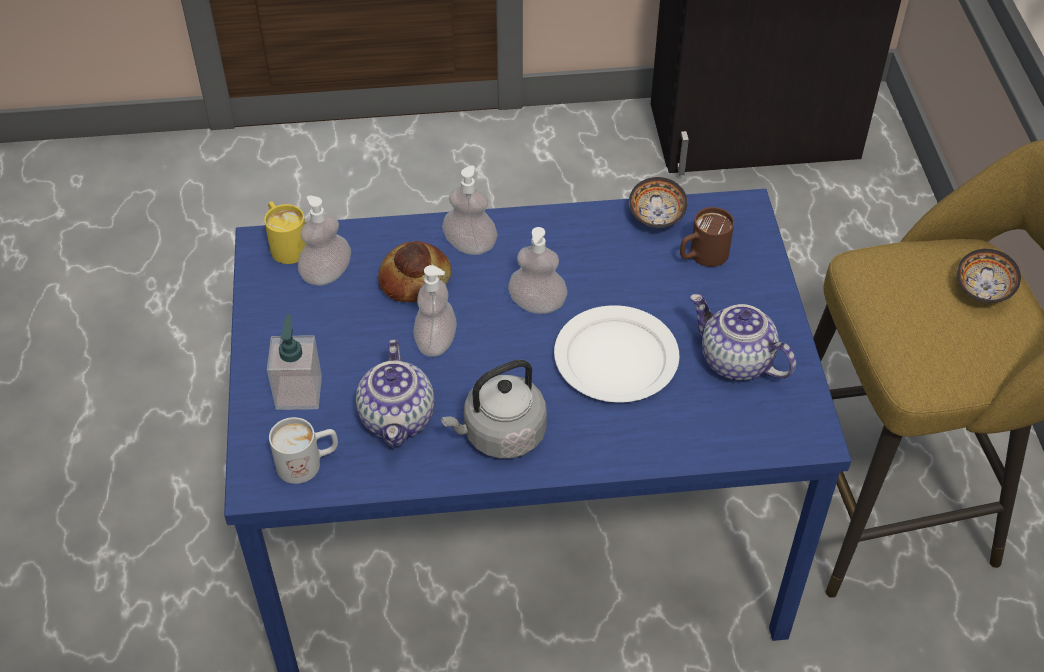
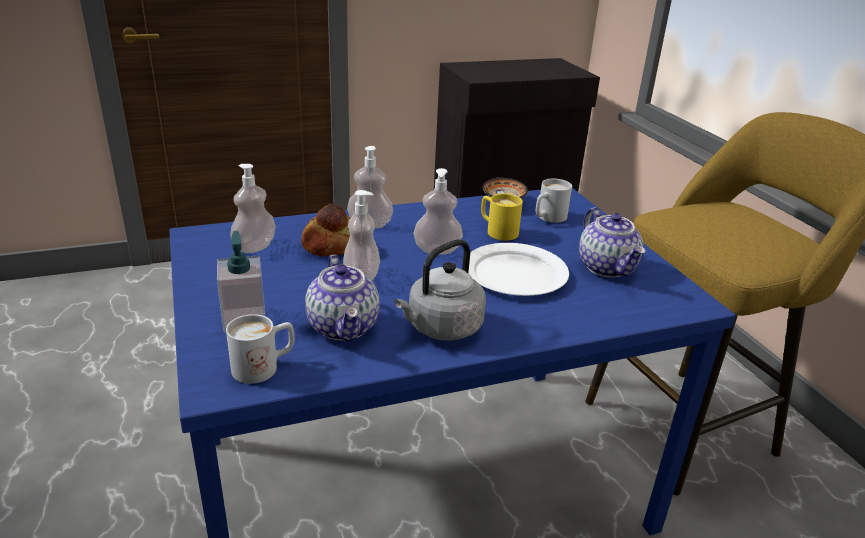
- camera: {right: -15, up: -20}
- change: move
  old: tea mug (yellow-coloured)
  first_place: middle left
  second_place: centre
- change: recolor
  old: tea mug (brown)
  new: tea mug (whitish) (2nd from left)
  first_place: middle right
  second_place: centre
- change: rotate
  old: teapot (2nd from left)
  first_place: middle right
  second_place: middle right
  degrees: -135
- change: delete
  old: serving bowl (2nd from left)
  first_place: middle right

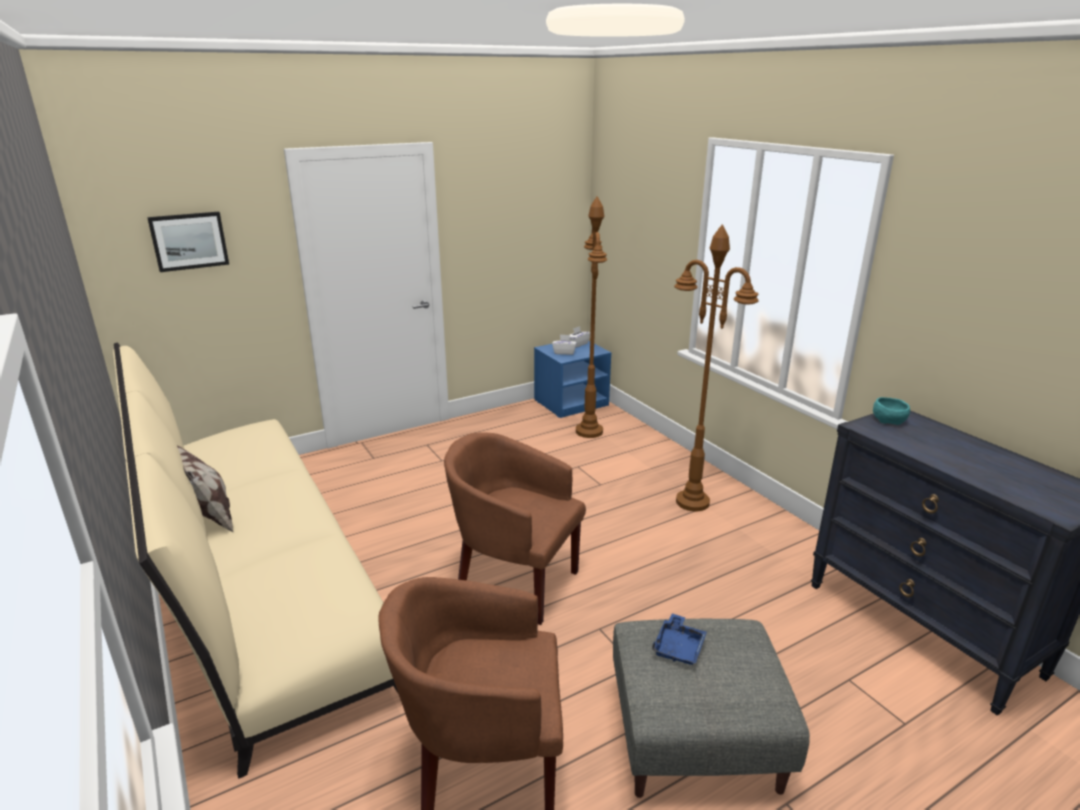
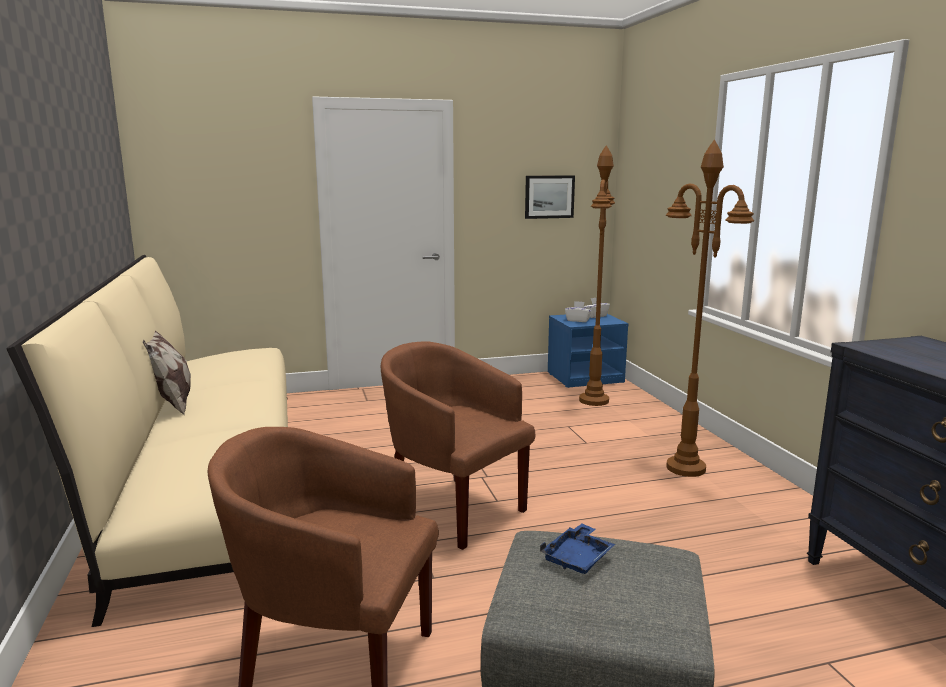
- camera: {right: 15, up: -10}
- change: move
  old: wall art
  first_place: top left
  second_place: top centre
- change: delete
  old: serving bowl (turquoise)
  first_place: middle right

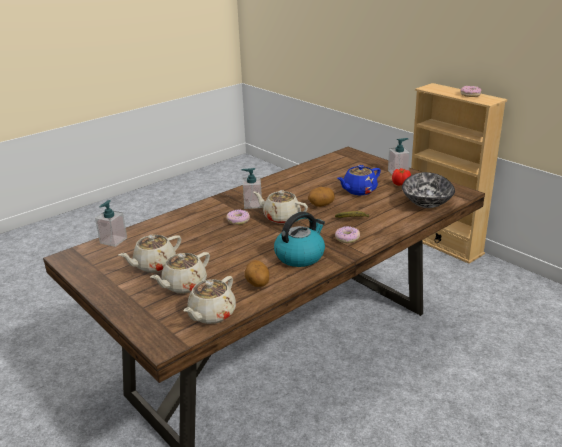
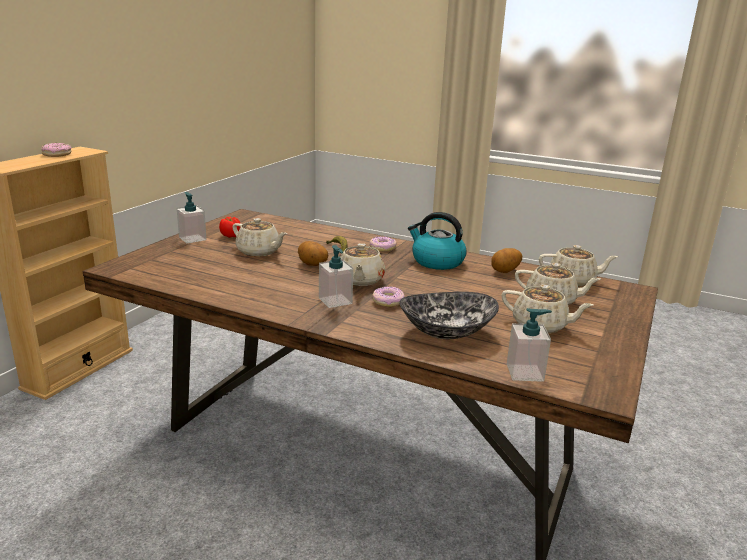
- camera: {right: -115, up: -5}
- change: recolor
  old: teapot (blue)
  new: teapot (beige-coloured) (1st from left)
  first_place: centre
  second_place: centre
- change: move
  old: serving bowl
  first_place: middle right
  second_place: centre

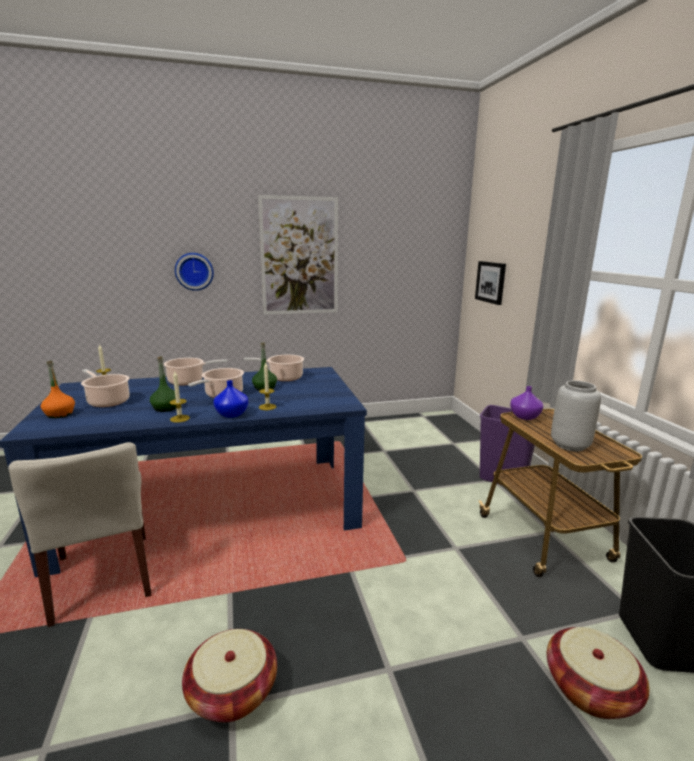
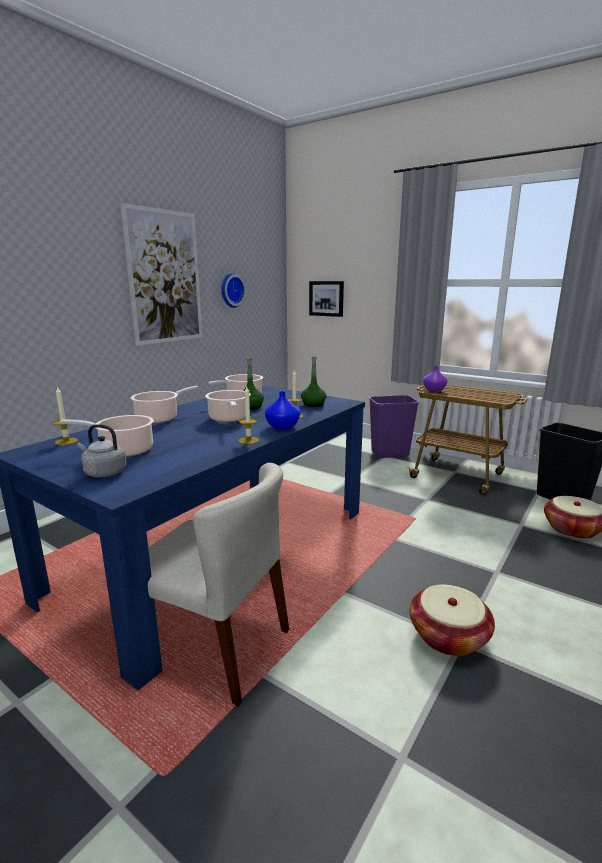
- camera: {right: -40, up: 0}
- change: replace
  old: drink bottle (orange)
  new: kettle (grey)
  first_place: middle left
  second_place: middle left
- change: move
  old: clock on the wall
  first_place: middle left
  second_place: centre
- change: move
  old: drink bottle (green-coloured) (1st from left in the first image)
  new: drink bottle (green-coloured) (2nd from left)
  first_place: middle left
  second_place: centre
- change: delete
  old: vase (grey)
  first_place: middle right

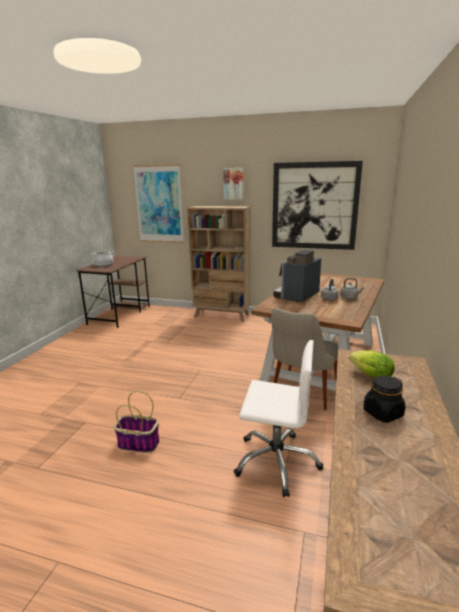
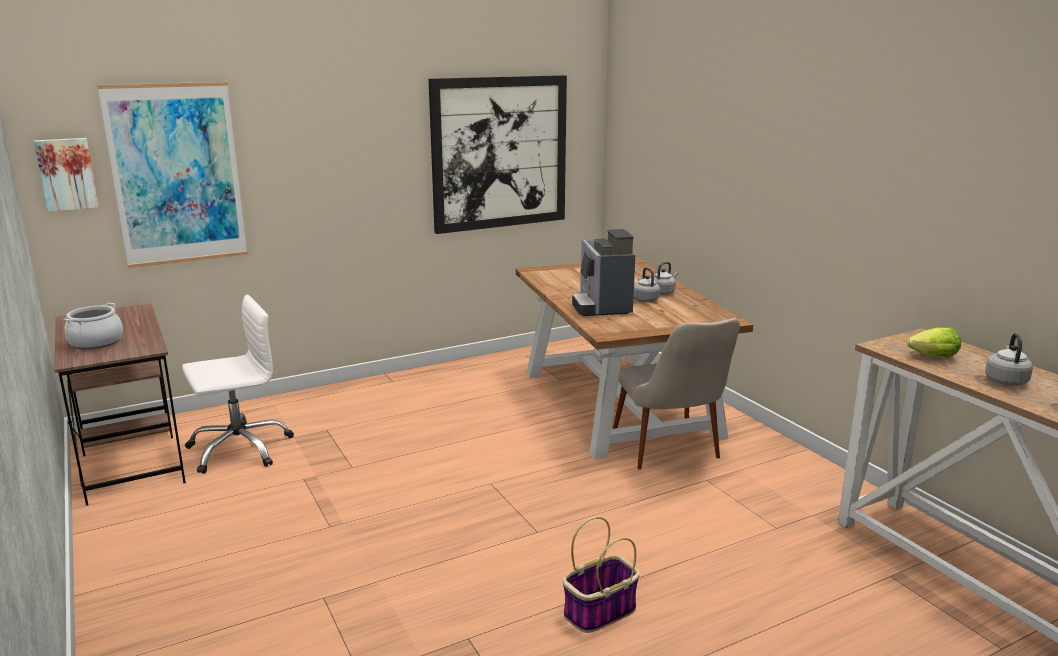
- camera: {right: -45, up: 0}
- change: move
  old: wall art (2nd from left in the first image)
  new: wall art (1st from left)
  first_place: top centre
  second_place: top left
- change: move
  old: office chair (whitish)
  first_place: bottom centre
  second_place: middle left
- change: replace
  old: jar (black-coloured)
  new: kettle (grey) (3rd from left)
  first_place: middle right
  second_place: middle right
- change: delete
  old: shelving unit (beige-coloured)
  first_place: centre

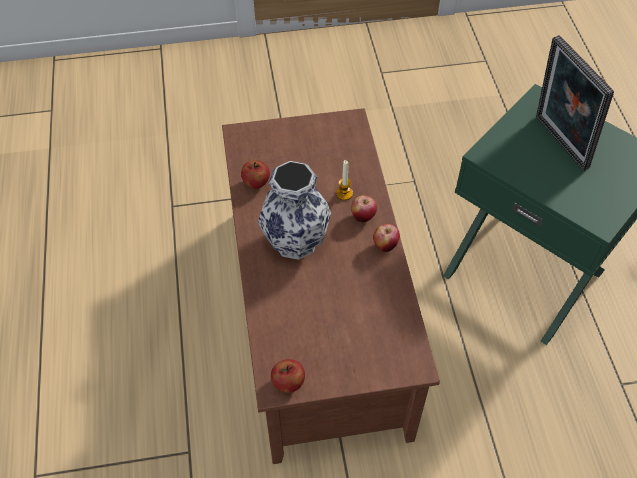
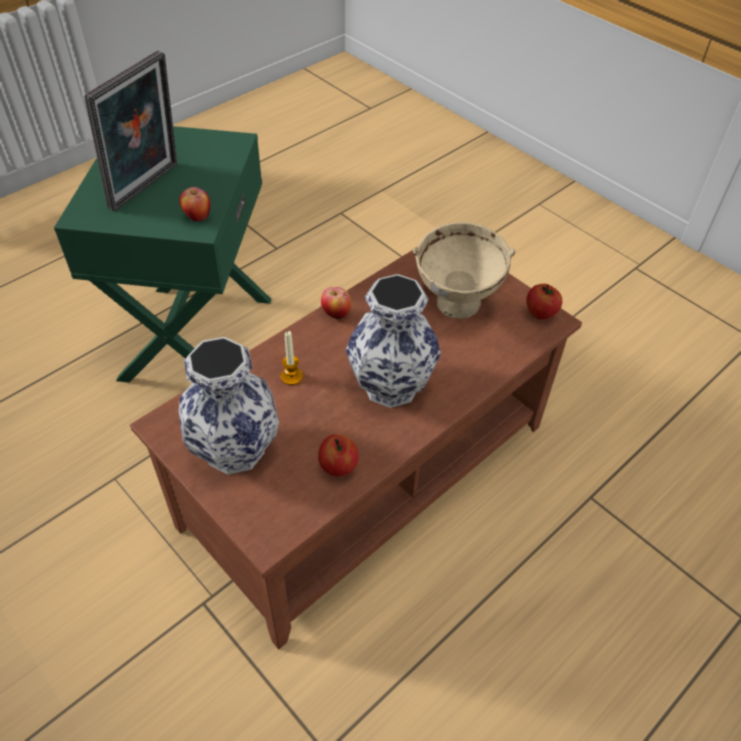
- camera: {right: -125, up: -5}
- change: insert
  new: vase (1st from left)
  second_place: middle left
- change: move
  old: apple (3rd from left in the first image)
  new: apple (1st from left)
  first_place: centre
  second_place: top left
- change: insert
  new: serving bowl (beige-coloured)
  second_place: centre

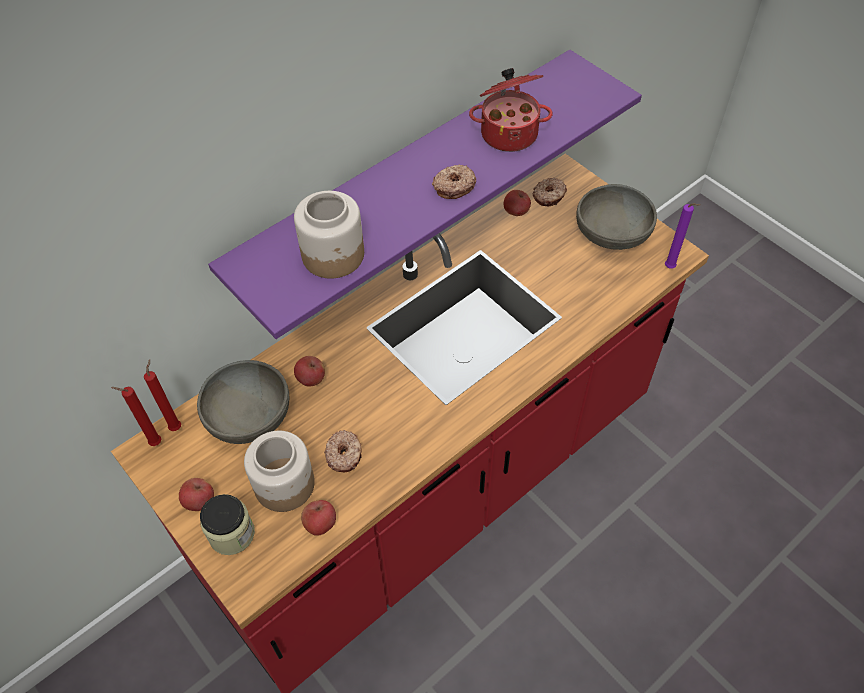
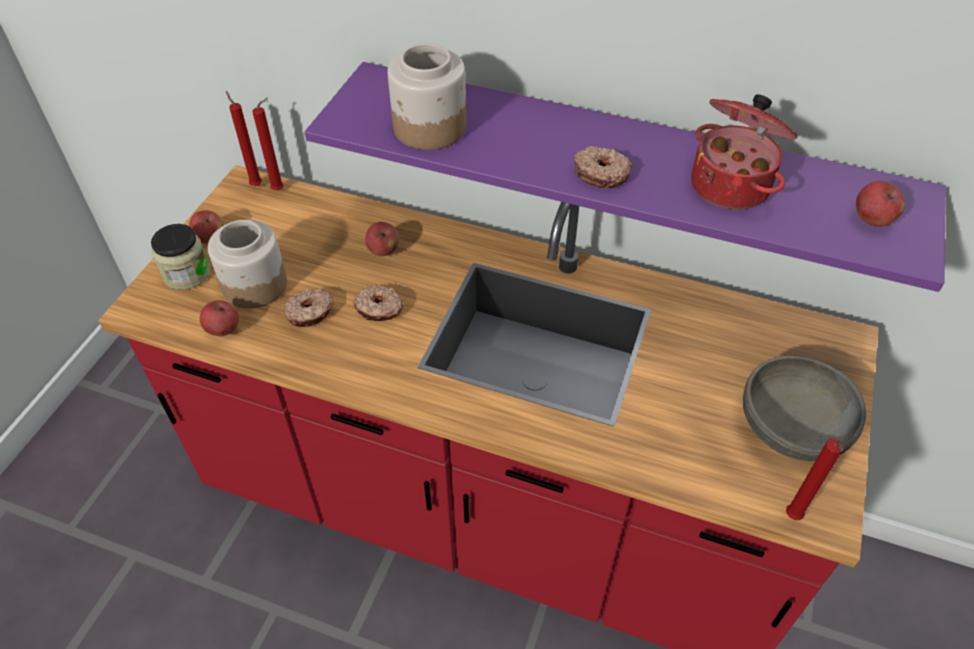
- camera: {right: 60, up: -5}
- change: move
  old: donut (3rd from left in the first image)
  new: donut (2nd from left)
  first_place: top centre
  second_place: centre
- change: recolor
  old: wax light (purple)
  new: wax light (reddish) (3rd from left)
  first_place: middle right
  second_place: bottom right
- change: move
  old: apple (4th from left)
  first_place: top centre
  second_place: top right
- change: delete
  old: serving bowl (grey) (1st from left)
  first_place: middle left

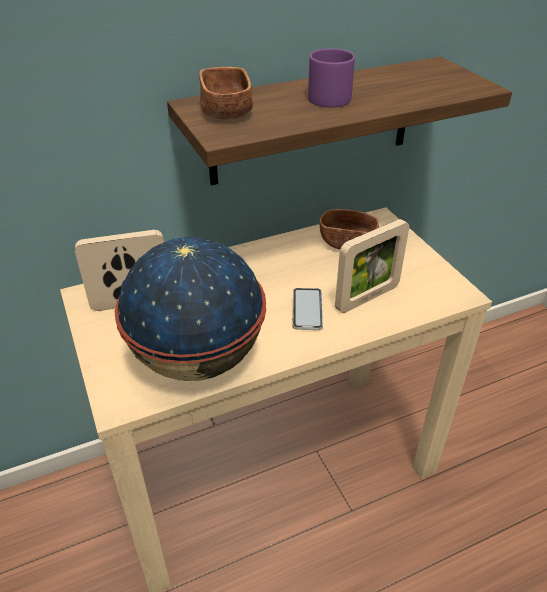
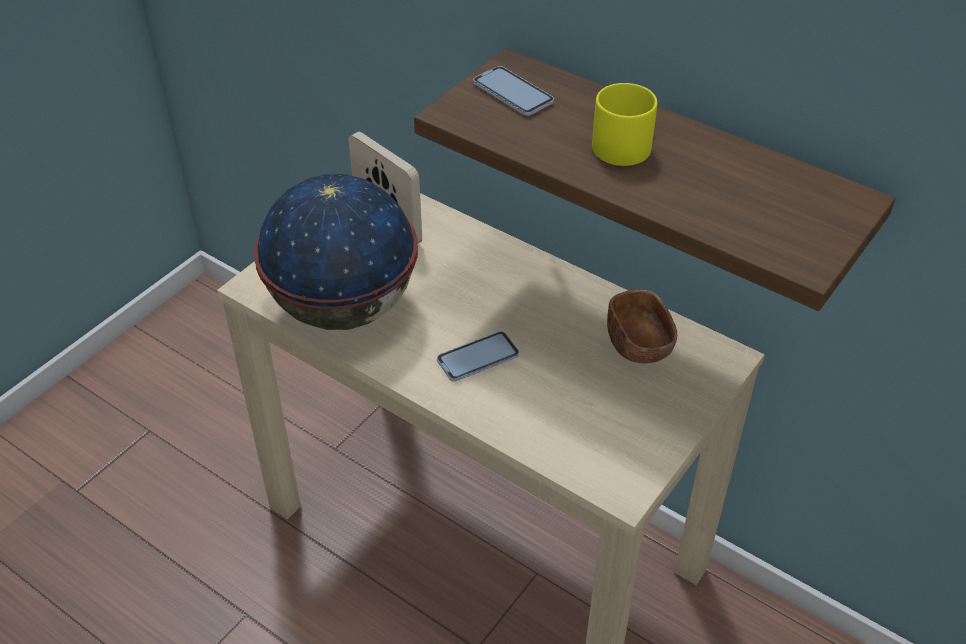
- camera: {right: 60, up: 5}
- change: replace
  old: serving bowl (brown) (1st from left)
  new: telephone (2nd from left)
  first_place: top centre
  second_place: top centre
- change: recolor
  old: tea mug (purple)
  new: tea mug (yellow-coloured)
  first_place: top centre
  second_place: top centre
- change: delete
  old: photo frame (2nd from left)
  first_place: middle right

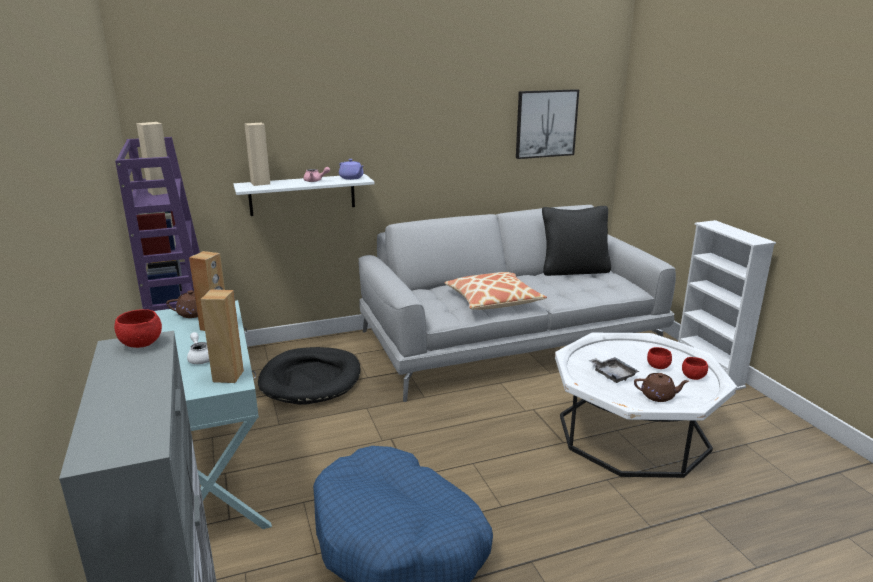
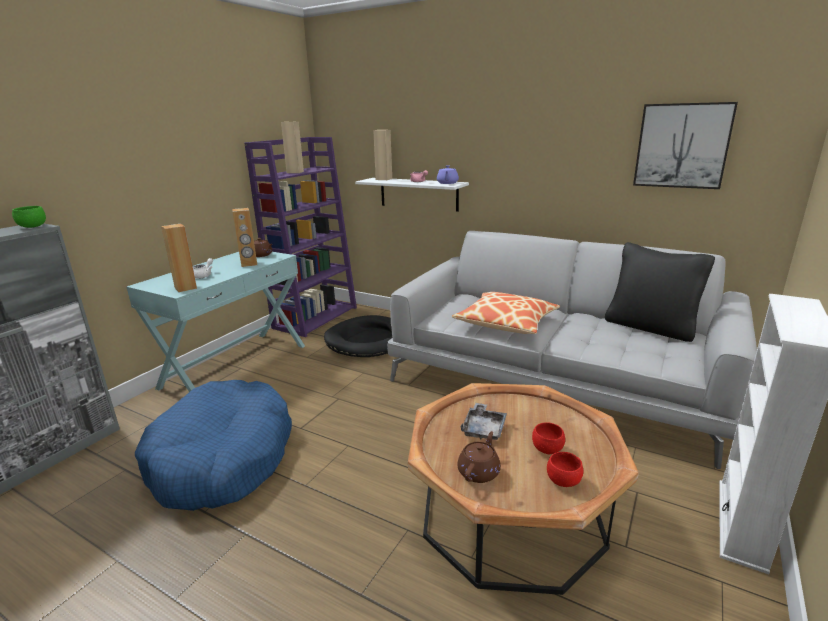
- camera: {right: 50, up: 0}
- change: recolor
  old: serving bowl (reddish) (1st from left)
  new: serving bowl (green-coloured)
  first_place: middle left
  second_place: middle left
- change: recolor
  old: low table (whitish)
  new: low table (brown)
  first_place: bottom right
  second_place: bottom centre
- change: rotate
  old: teapot (brown) (2nd from left)
  first_place: middle right
  second_place: bottom centre
  degrees: -120

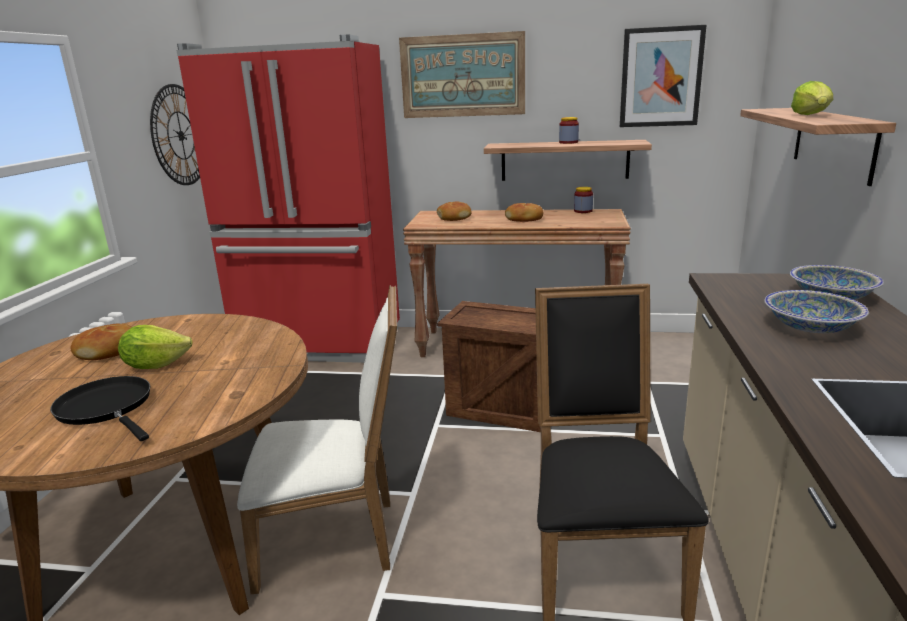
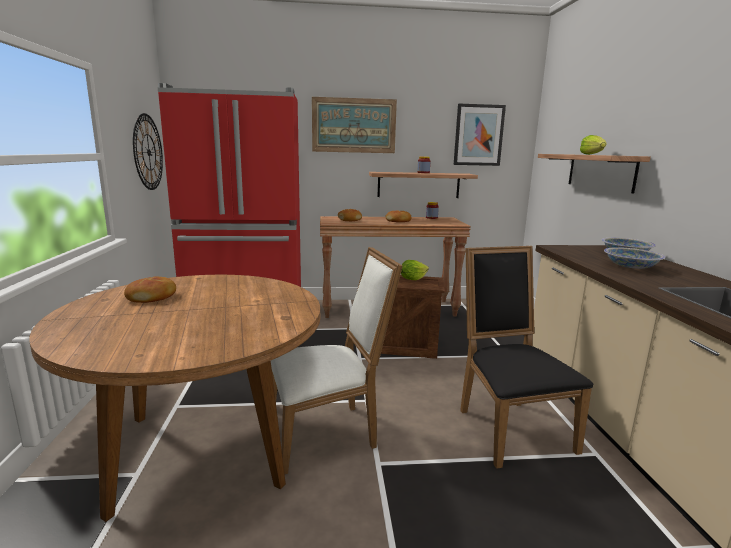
- camera: {right: -15, up: -5}
- change: move
  old: head of lettuce (1st from left)
  first_place: middle left
  second_place: centre
- change: delete
  old: frying pan (black-coloured)
  first_place: middle left

